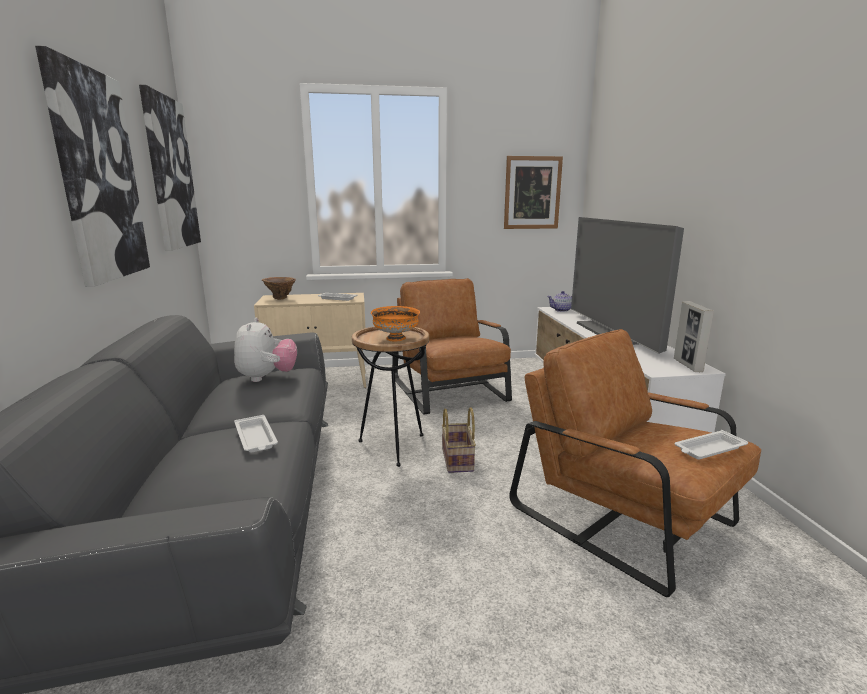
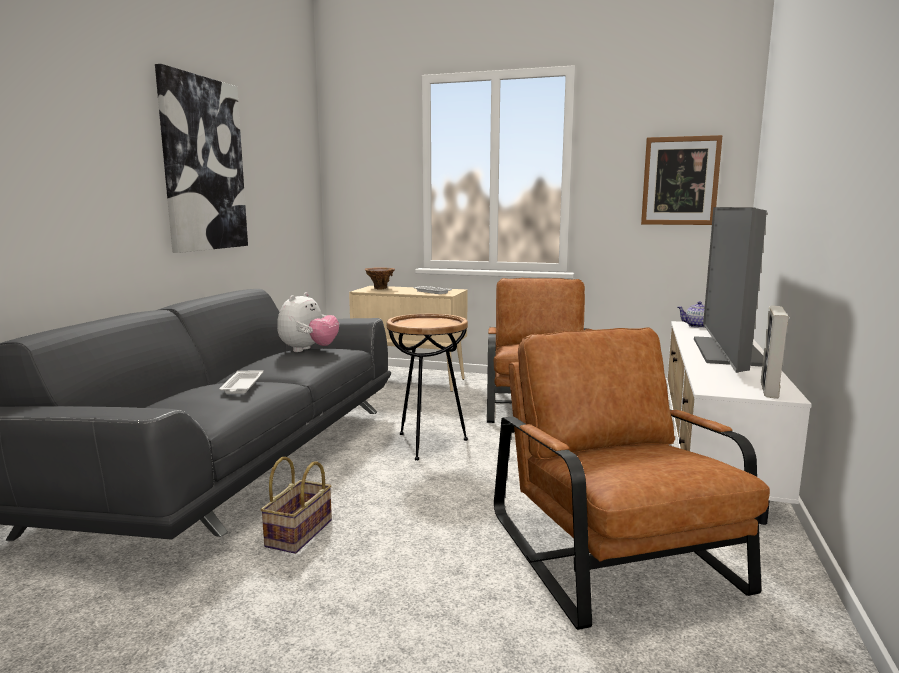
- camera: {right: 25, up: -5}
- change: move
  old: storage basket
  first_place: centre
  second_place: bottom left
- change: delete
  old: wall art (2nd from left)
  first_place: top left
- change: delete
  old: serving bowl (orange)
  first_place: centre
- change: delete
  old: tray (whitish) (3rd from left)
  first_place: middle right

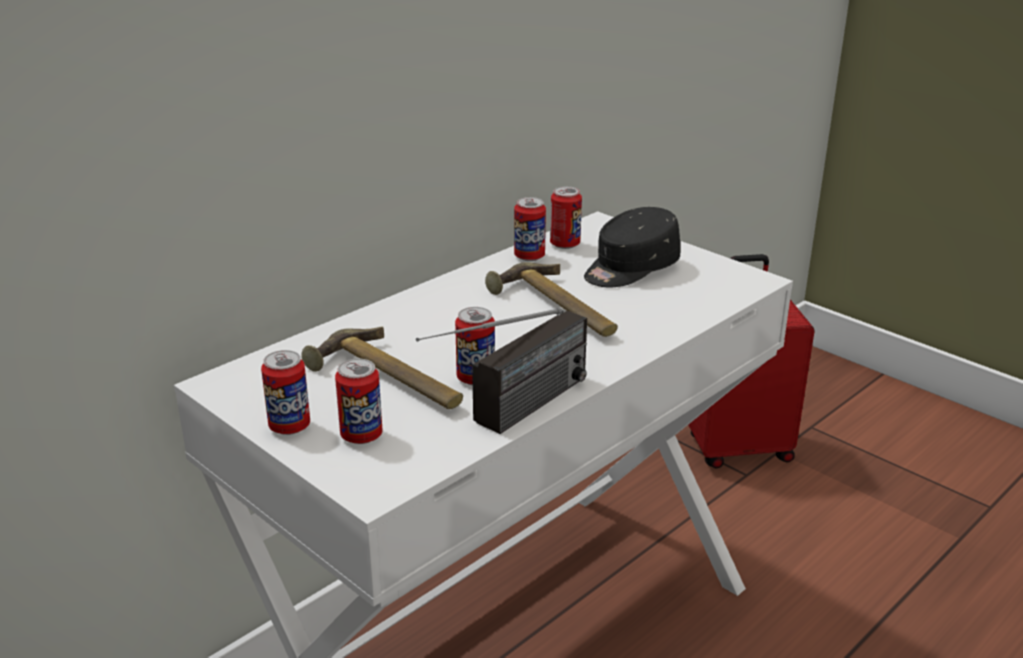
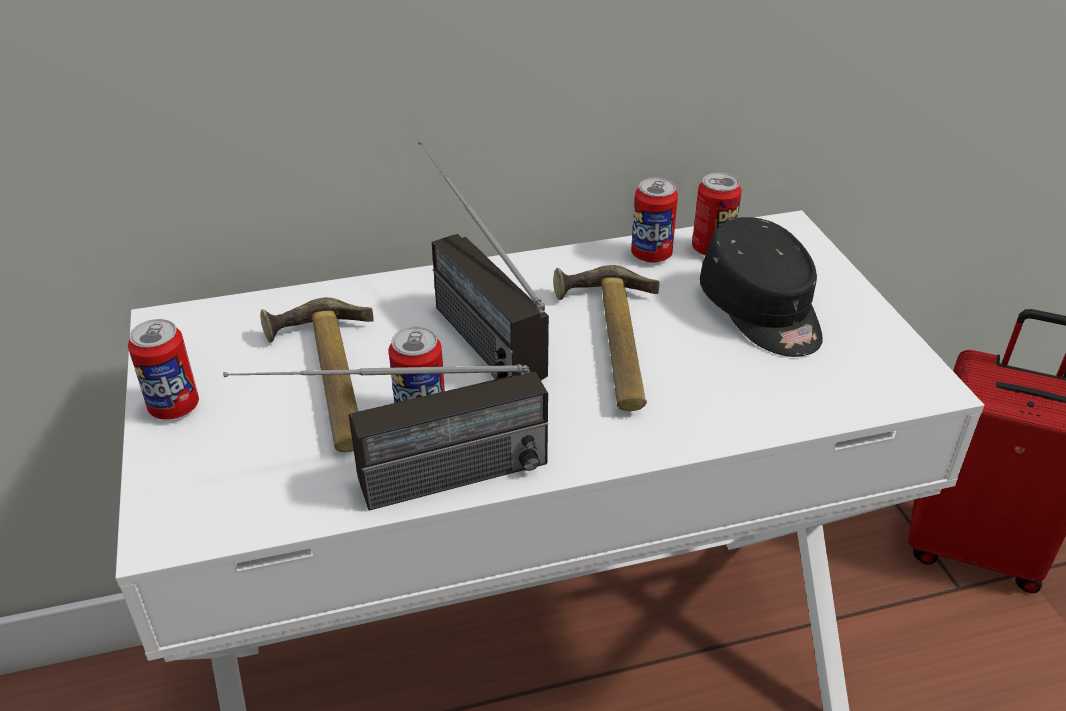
- camera: {right: 30, up: 10}
- change: insert
  new: radio set (2nd from left)
  second_place: centre
- change: rotate
  old: cap (black-coloured)
  first_place: centre
  second_place: middle right
  degrees: -105
- change: delete
  old: can (2nd from left)
  first_place: centre

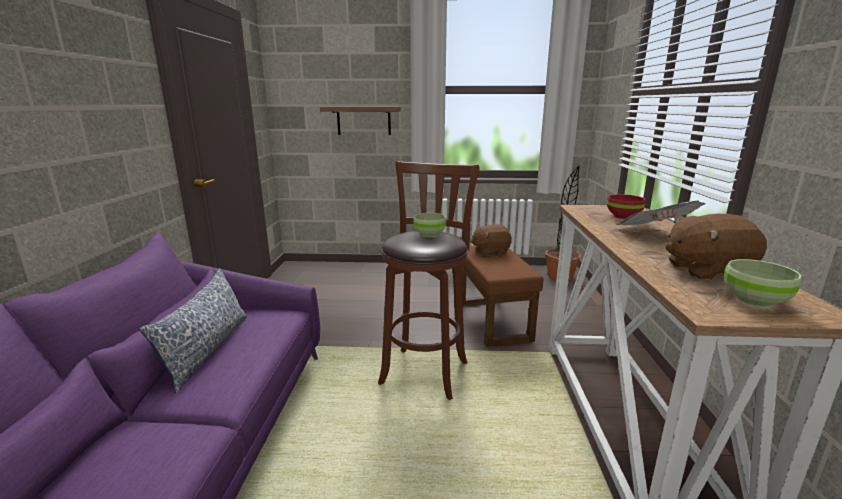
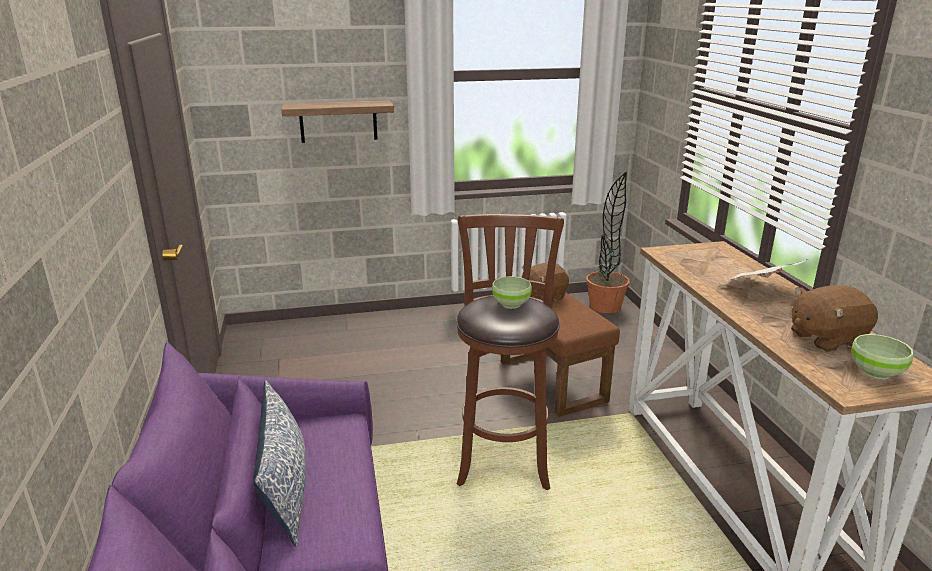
- camera: {right: -15, up: 5}
- change: delete
  old: serving bowl (reddish)
  first_place: middle right

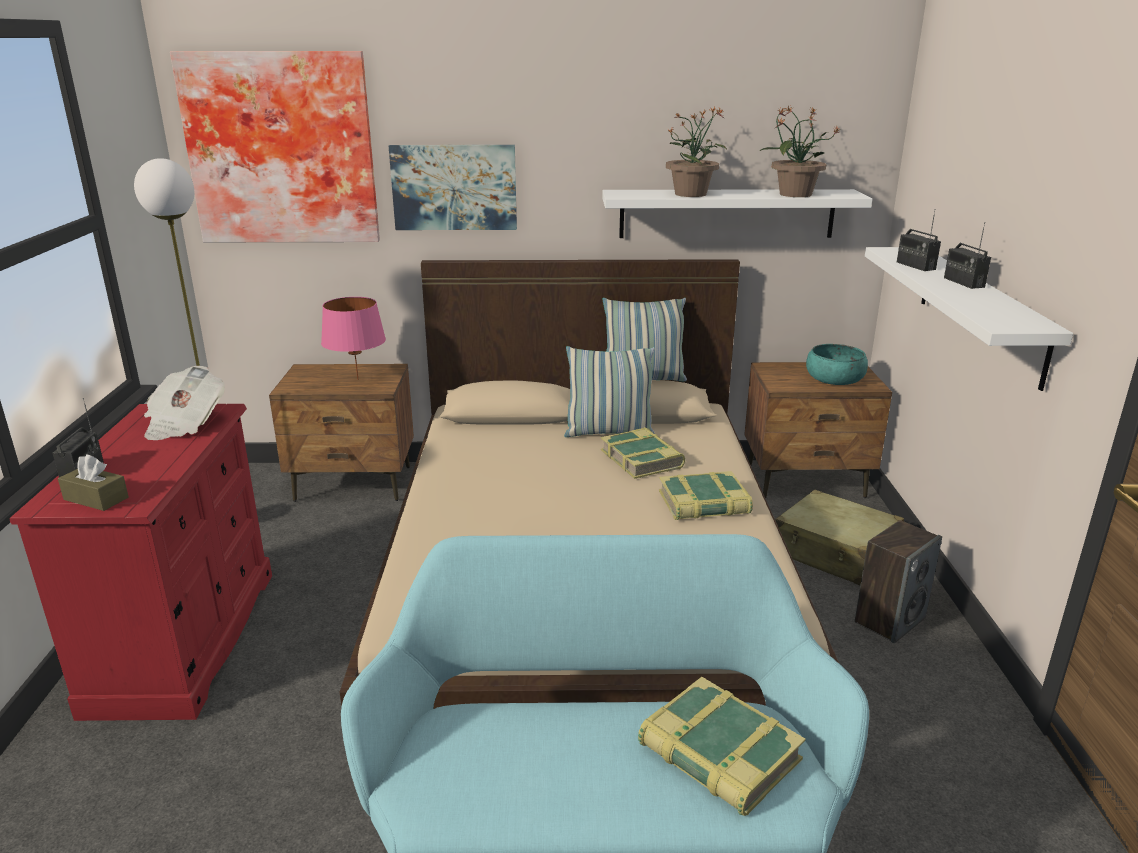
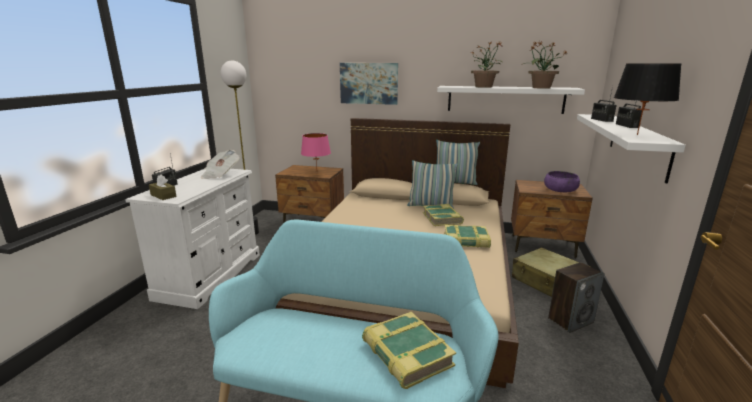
- camera: {right: 15, up: -5}
- change: recolor
  old: chest of drawers (reddish)
  new: chest of drawers (whitish)
  first_place: middle left
  second_place: middle left
- change: recolor
  old: serving bowl (turquoise)
  new: serving bowl (purple)
  first_place: middle right
  second_place: middle right
- change: insert
  new: tabletop lamp (black-coloured)
  second_place: top right
- change: delete
  old: wall art (1st from left)
  first_place: top left

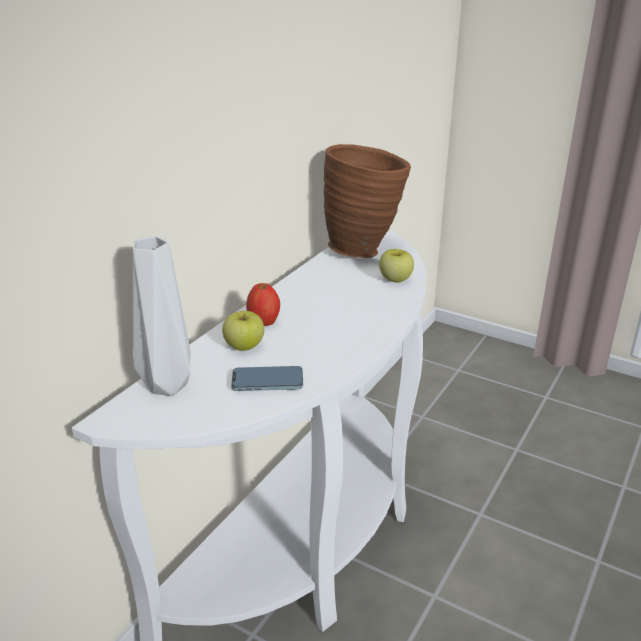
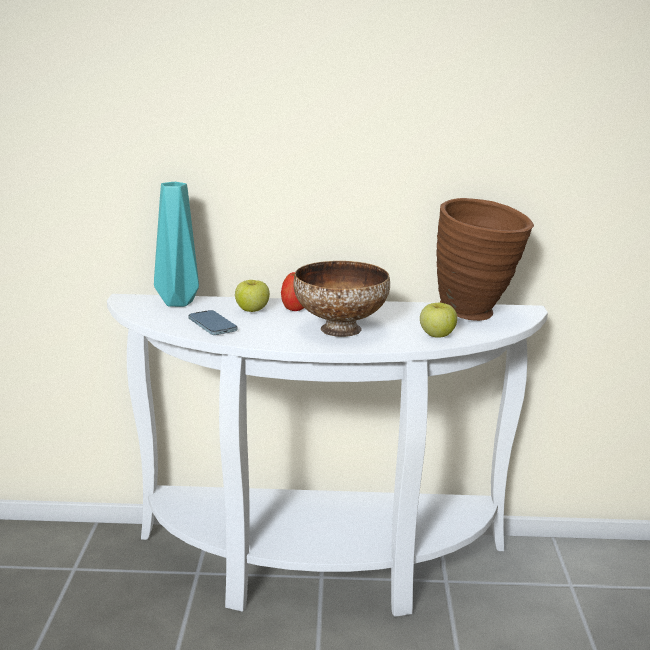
- camera: {right: 60, up: -10}
- change: recolor
  old: vase (grey)
  new: vase (turquoise)
  first_place: middle left
  second_place: middle left
- change: insert
  new: serving bowl
  second_place: centre

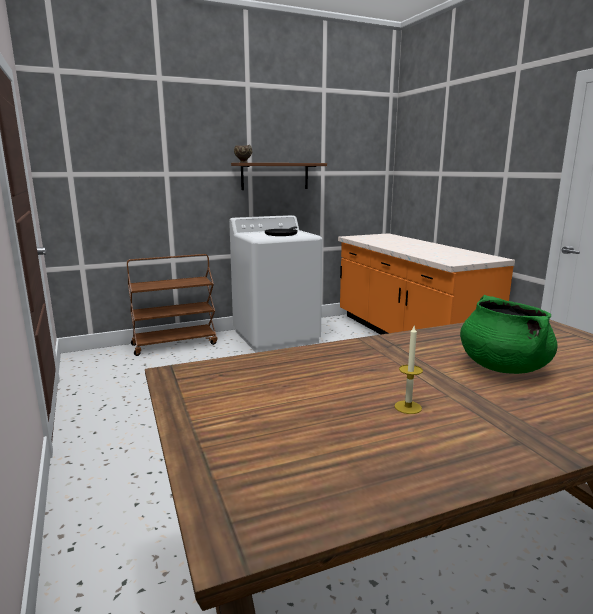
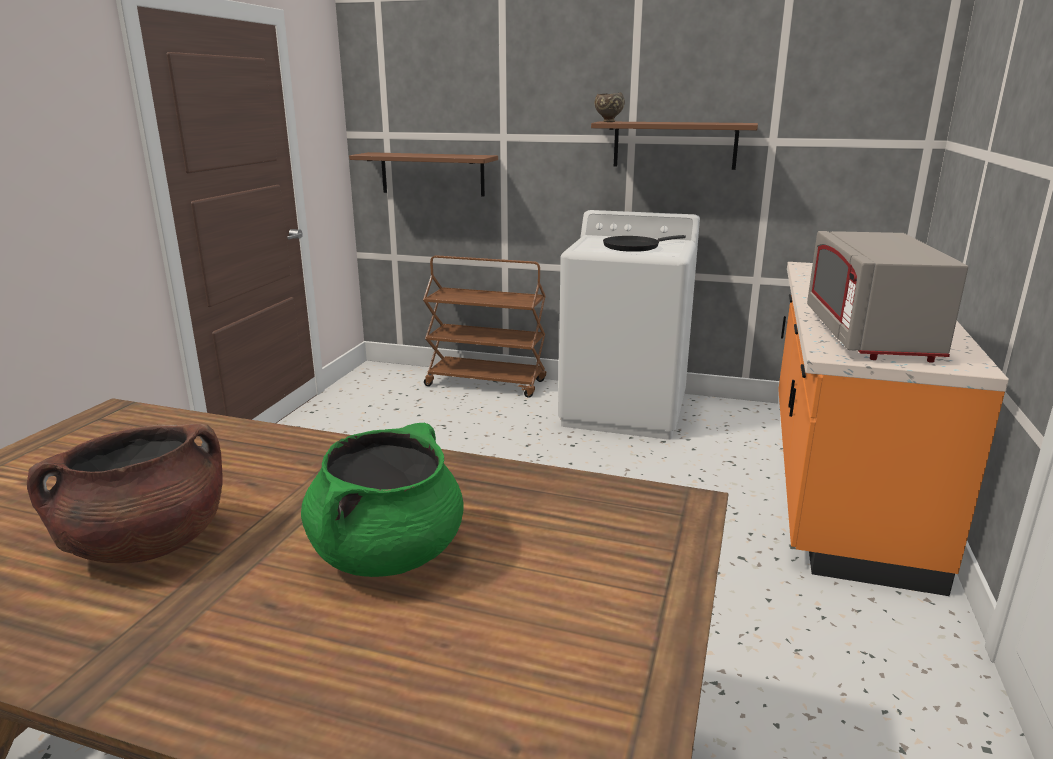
- camera: {right: 40, up: 5}
- change: replace
  old: wax light
  new: saucepot (brown)
  first_place: middle right
  second_place: middle left
- change: insert
  new: shelf (brown) (1st from left)
  second_place: top centre
- change: insert
  new: kitchen microwave (grey)
  second_place: middle right

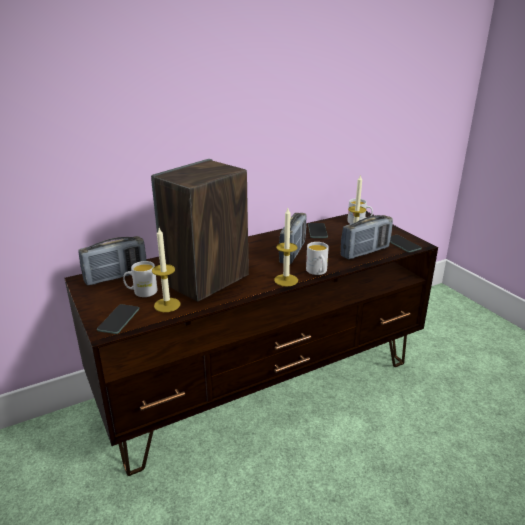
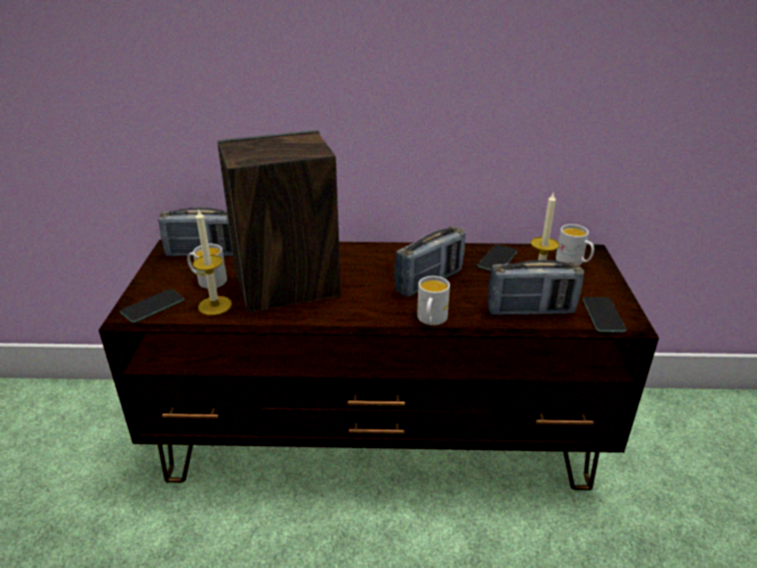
- camera: {right: 30, up: 5}
- change: delete
  old: wax light (2nd from left)
  first_place: centre

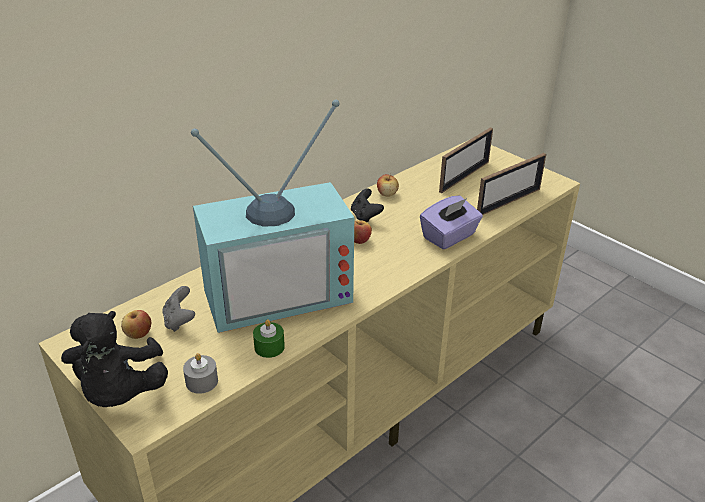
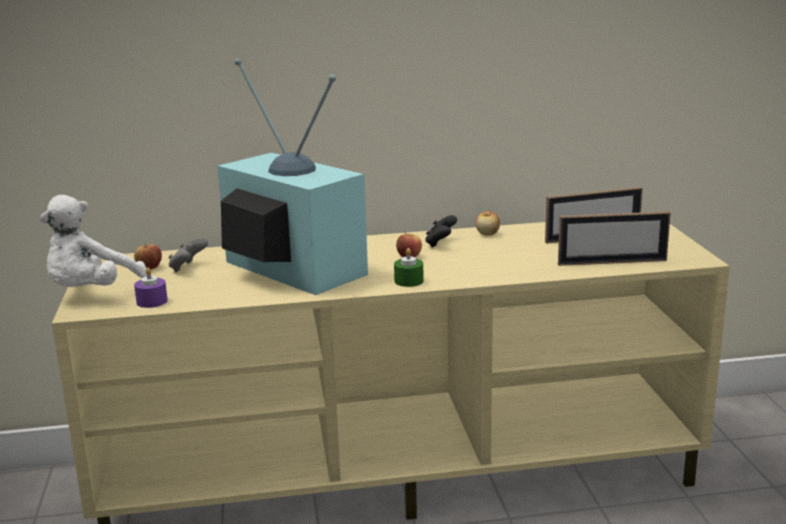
- camera: {right: 35, up: -15}
- change: recolor
  old: plush toy (black-coloured)
  new: plush toy (whitish)
  first_place: bottom left
  second_place: middle left
- change: recolor
  old: wax light (grey)
  new: wax light (purple)
  first_place: bottom left
  second_place: middle left
- change: rotate
  old: TV set
  first_place: centre
  second_place: centre
  degrees: -150
- change: move
  old: wax light (green-coloured)
  first_place: bottom centre
  second_place: centre
- change: delete
  old: tissue box (purple)
  first_place: centre

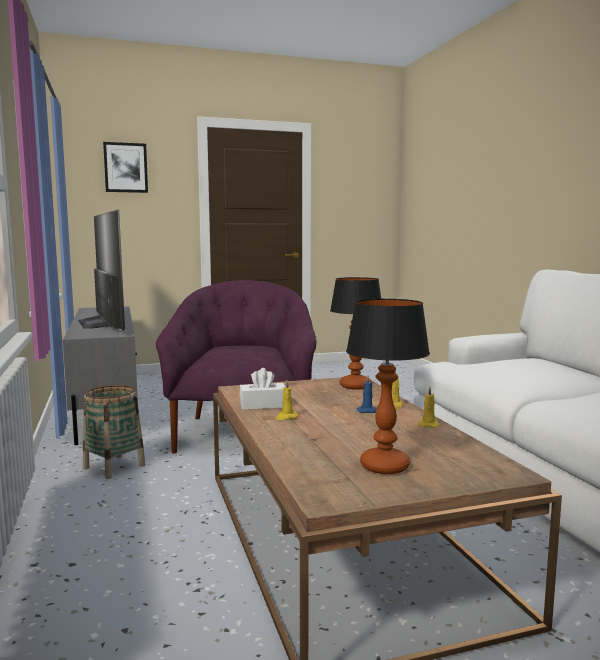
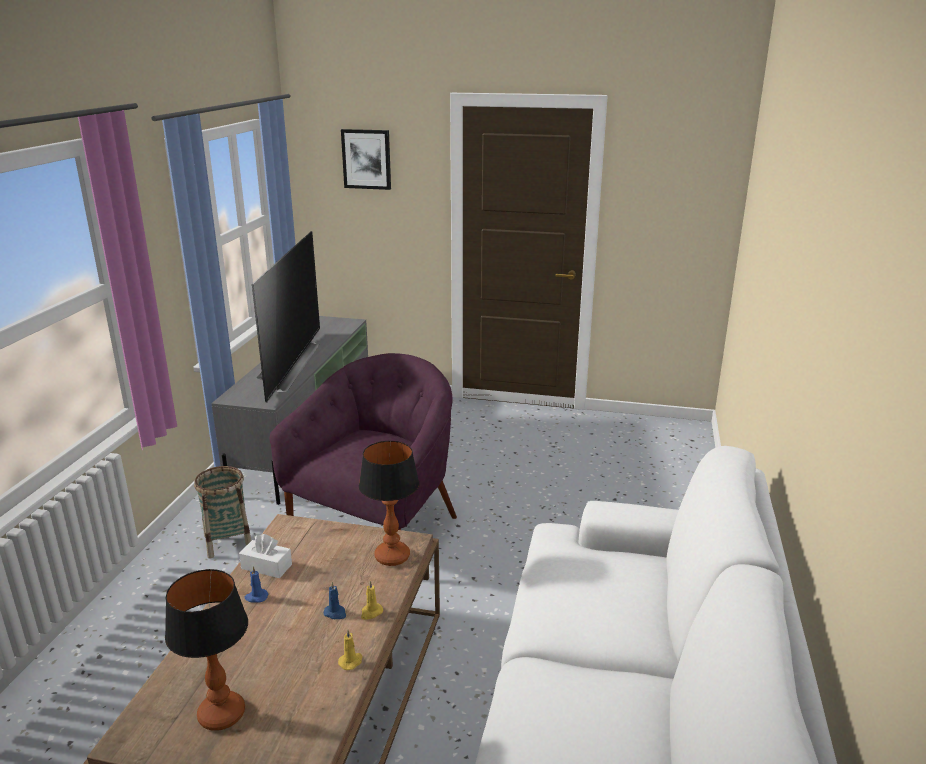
- camera: {right: 30, up: 15}
- change: recolor
  old: wax light (yellow-coloured) (1st from left)
  new: wax light (blue) (1st from left)
  first_place: centre
  second_place: bottom left

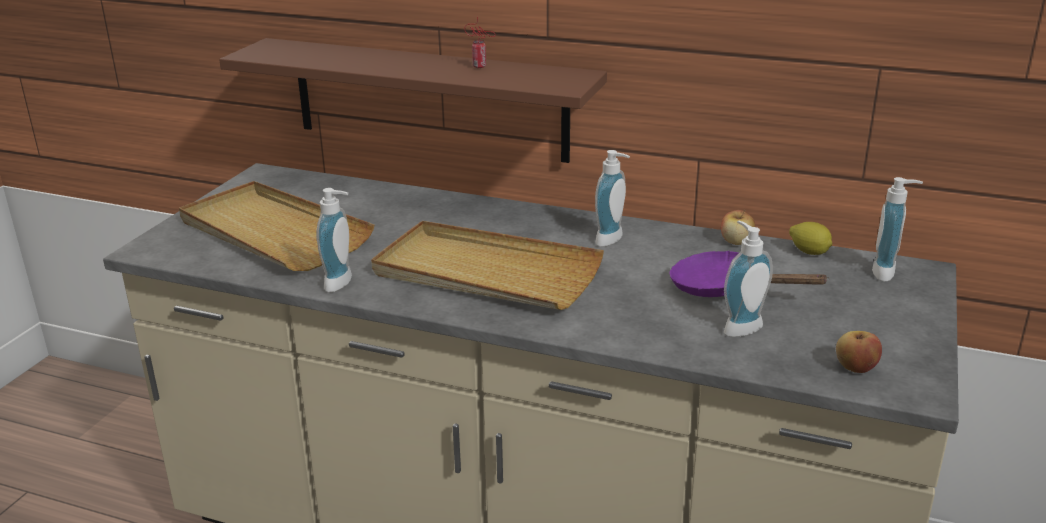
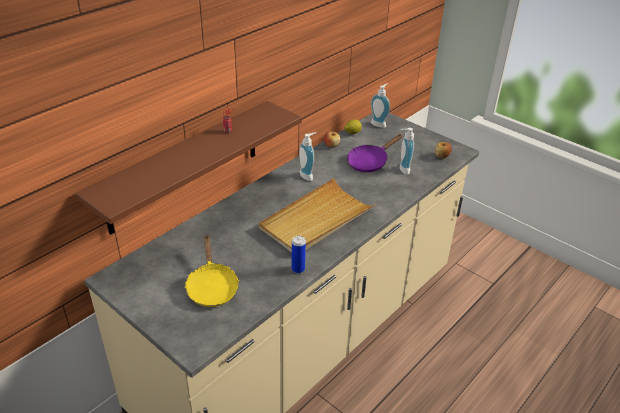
- camera: {right: -70, up: 10}
- change: replace
  old: tray (beige-coloured) (1st from left)
  new: frying pan (yellow-coloured)
  first_place: middle left
  second_place: centre
- change: replace
  old: soap dispenser (1st from left)
  new: can (2nd from left)
  first_place: middle left
  second_place: centre

